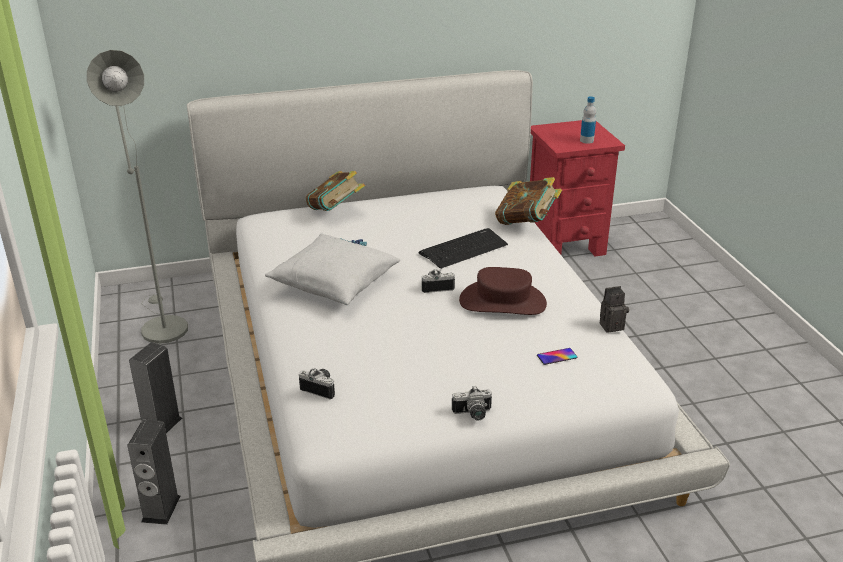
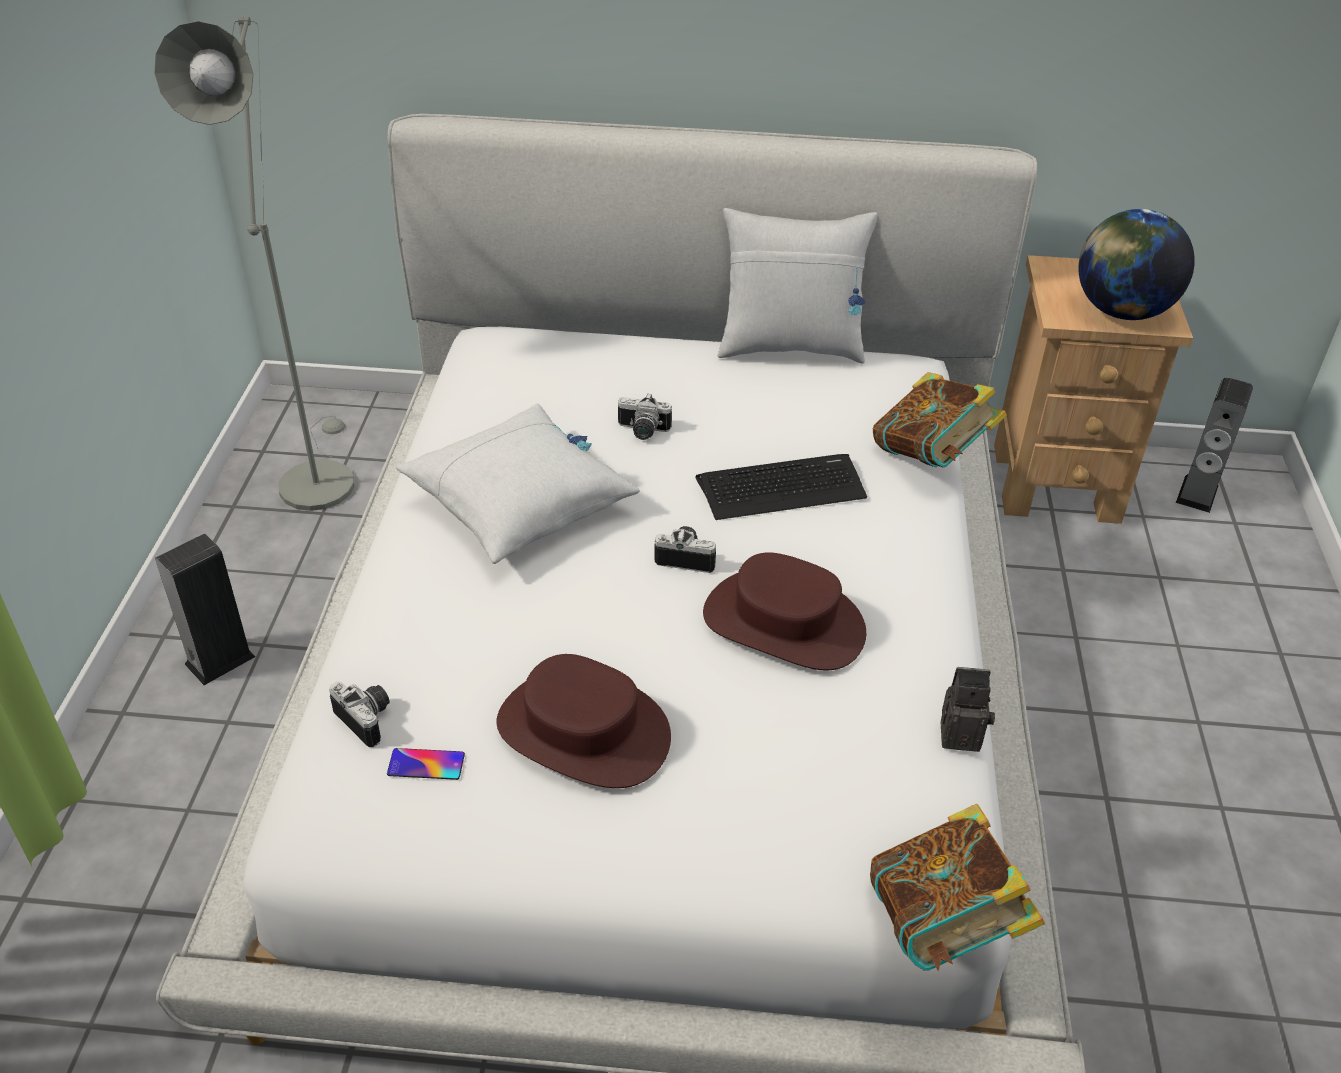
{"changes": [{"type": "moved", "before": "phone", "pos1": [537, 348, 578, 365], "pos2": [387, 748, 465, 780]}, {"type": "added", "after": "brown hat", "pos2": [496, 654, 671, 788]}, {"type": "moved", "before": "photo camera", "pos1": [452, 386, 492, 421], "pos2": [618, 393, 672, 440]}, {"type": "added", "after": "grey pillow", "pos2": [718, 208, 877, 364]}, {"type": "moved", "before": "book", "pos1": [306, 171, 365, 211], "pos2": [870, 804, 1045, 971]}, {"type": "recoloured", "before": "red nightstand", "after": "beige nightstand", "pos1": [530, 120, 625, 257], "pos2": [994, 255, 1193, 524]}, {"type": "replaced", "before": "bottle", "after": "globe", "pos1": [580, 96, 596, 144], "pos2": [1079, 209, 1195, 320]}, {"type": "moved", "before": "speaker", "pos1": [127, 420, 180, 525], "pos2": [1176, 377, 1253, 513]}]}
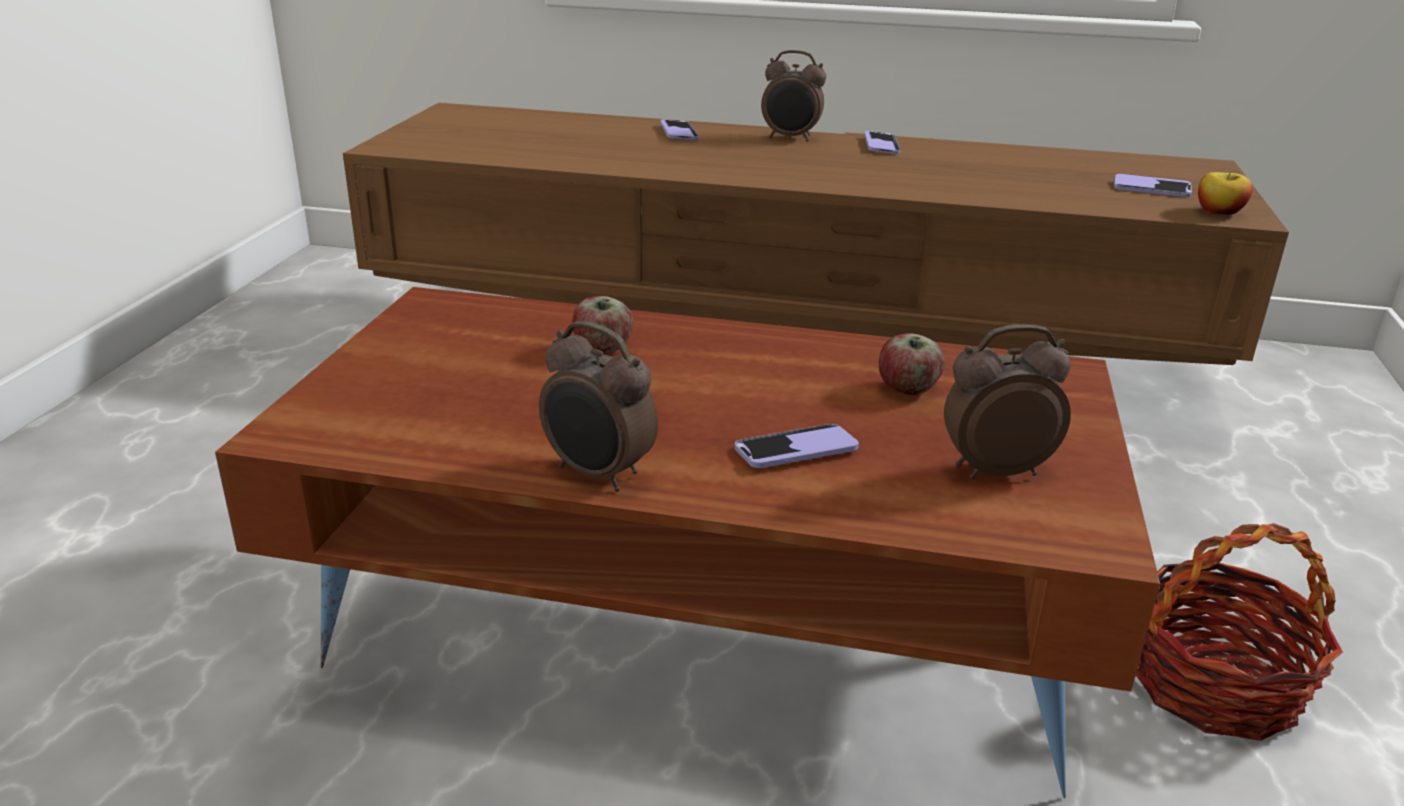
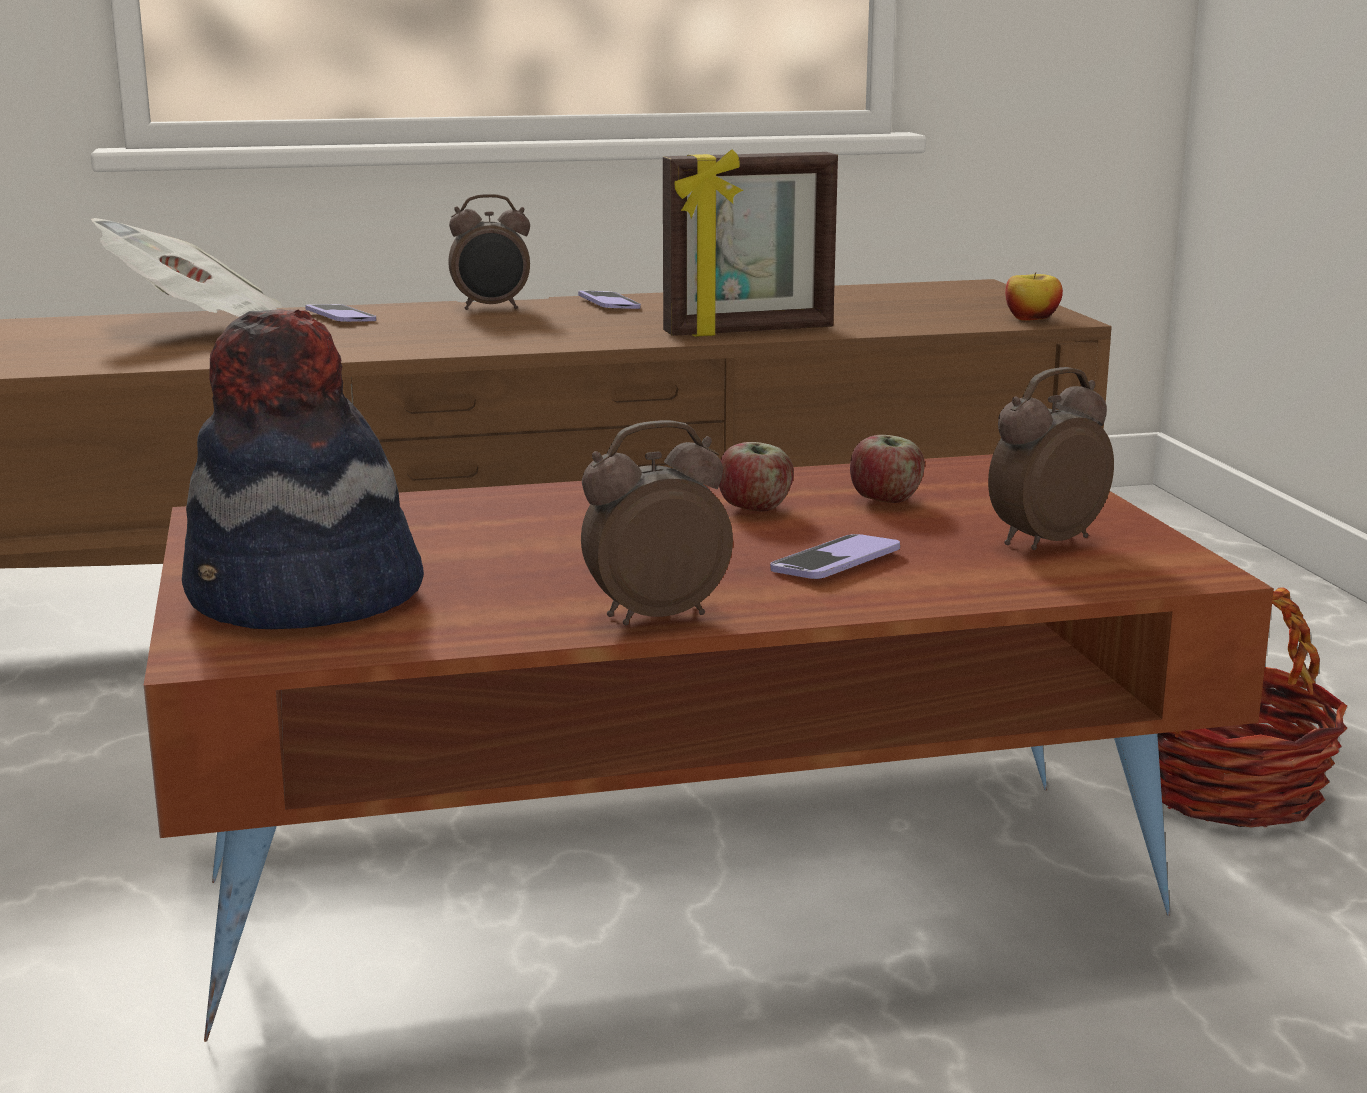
{"changes": [{"type": "added", "after": "newspaper", "pos2": [91, 218, 282, 317]}, {"type": "added", "after": "hat", "pos2": [182, 309, 424, 629]}, {"type": "turned", "before": "alarm clock", "pos1": [539, 321, 658, 492], "pos2": [581, 420, 733, 625], "turn": 150}, {"type": "added", "after": "picture frame", "pos2": [663, 150, 838, 337]}, {"type": "moved", "before": "apple", "pos1": [572, 296, 634, 354], "pos2": [719, 442, 794, 512]}, {"type": "removed", "before": "phone", "pos1": [1114, 174, 1192, 197]}]}
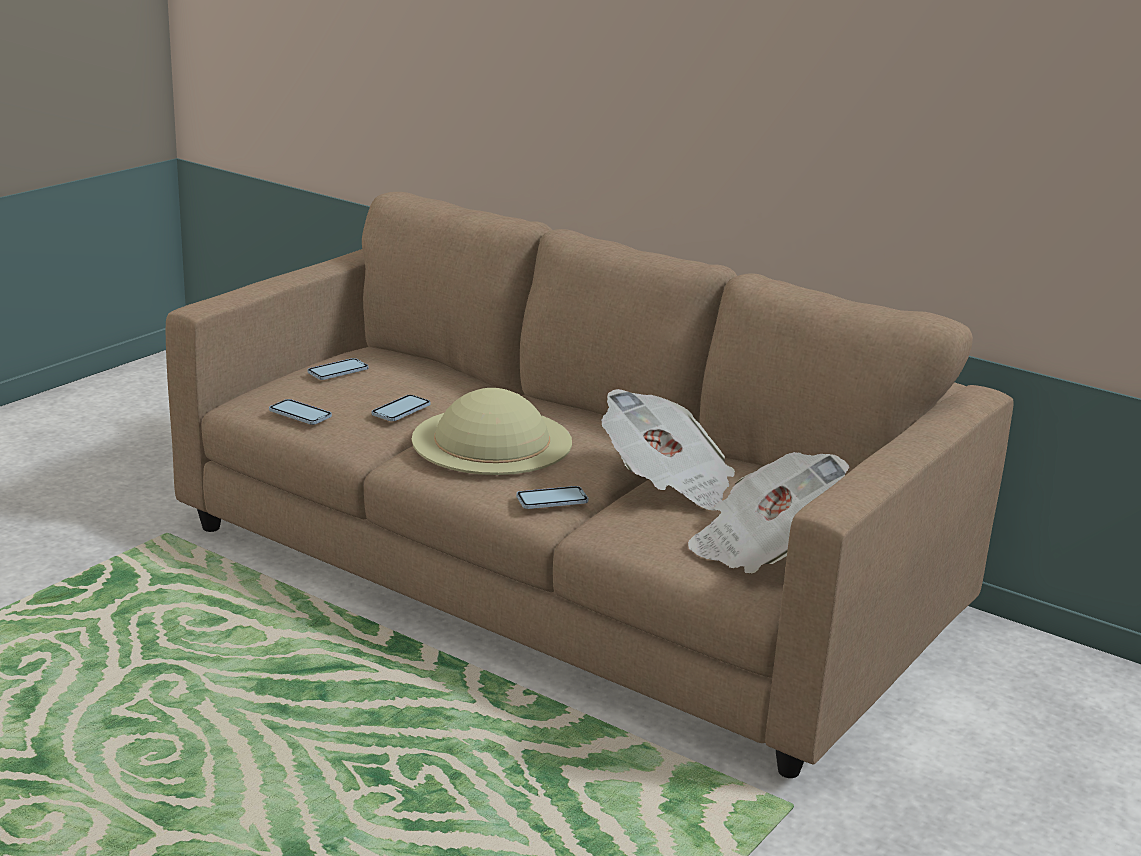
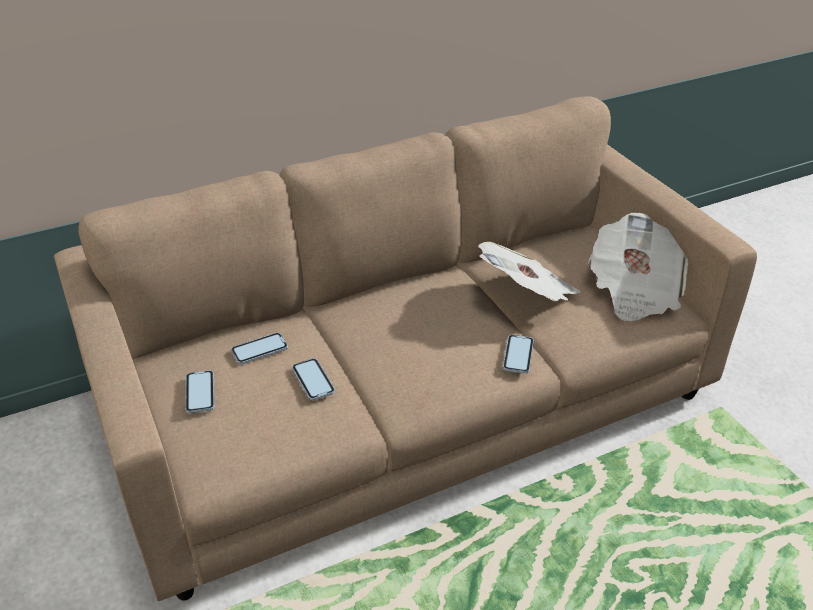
{"changes": [{"type": "moved", "before": "phone", "pos1": [269, 399, 332, 425], "pos2": [231, 333, 288, 364]}, {"type": "removed", "before": "beige hat", "pos1": [412, 388, 572, 475]}]}
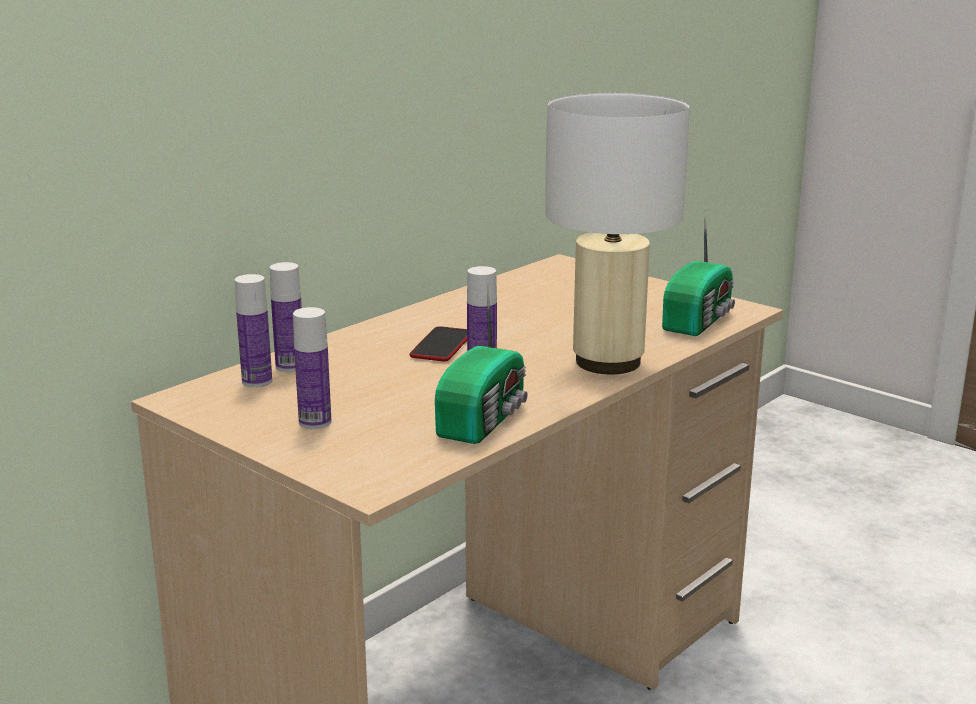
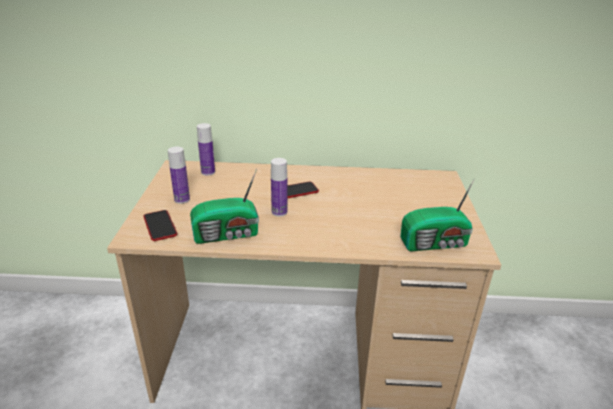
{"changes": [{"type": "added", "after": "phone", "pos2": [143, 210, 177, 241]}, {"type": "removed", "before": "bottle", "pos1": [270, 262, 302, 372]}, {"type": "removed", "before": "white table lamp", "pos1": [545, 93, 690, 374]}]}
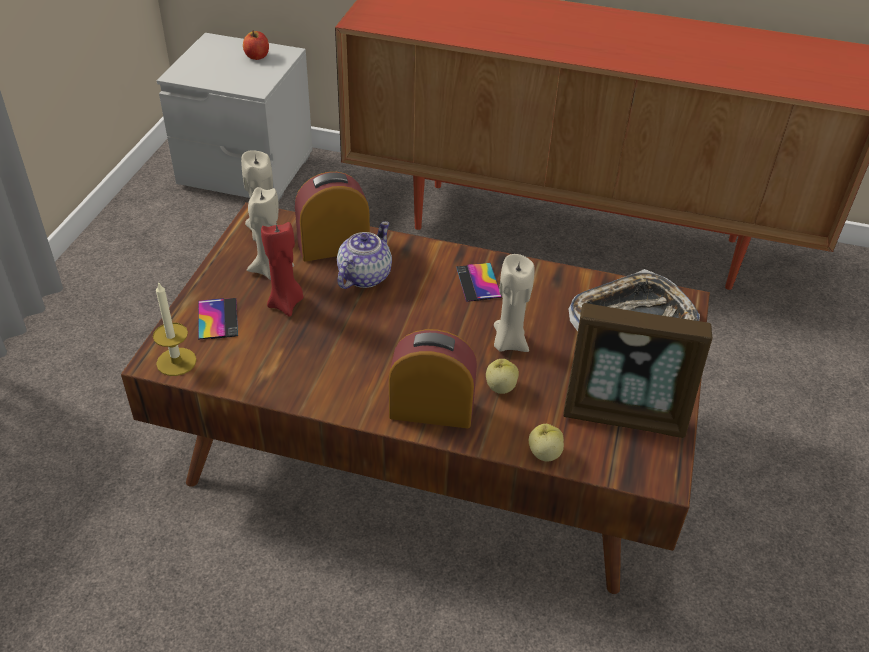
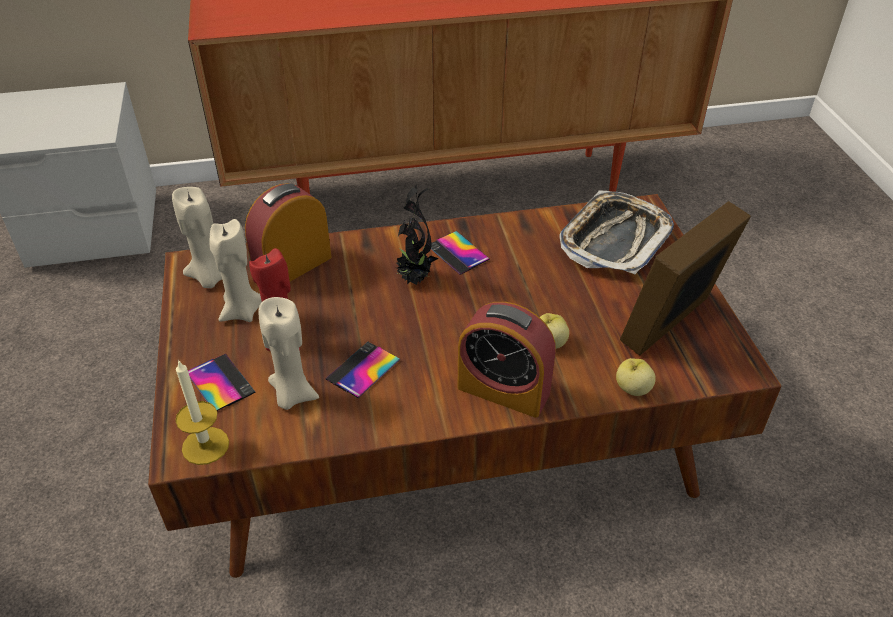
{"changes": [{"type": "moved", "before": "beige candle", "pos1": [494, 254, 534, 352], "pos2": [258, 297, 319, 410]}, {"type": "added", "after": "phone", "pos2": [325, 342, 400, 398]}, {"type": "added", "after": "potted plant", "pos2": [397, 184, 439, 285]}, {"type": "turned", "before": "alarm clock", "pos1": [389, 329, 477, 428], "pos2": [457, 302, 556, 418], "turn": -135}, {"type": "turned", "before": "picture frame", "pos1": [563, 303, 712, 438], "pos2": [620, 201, 751, 355], "turn": 150}, {"type": "removed", "before": "apple", "pos1": [243, 31, 269, 60]}, {"type": "removed", "before": "teapot", "pos1": [337, 221, 392, 289]}]}
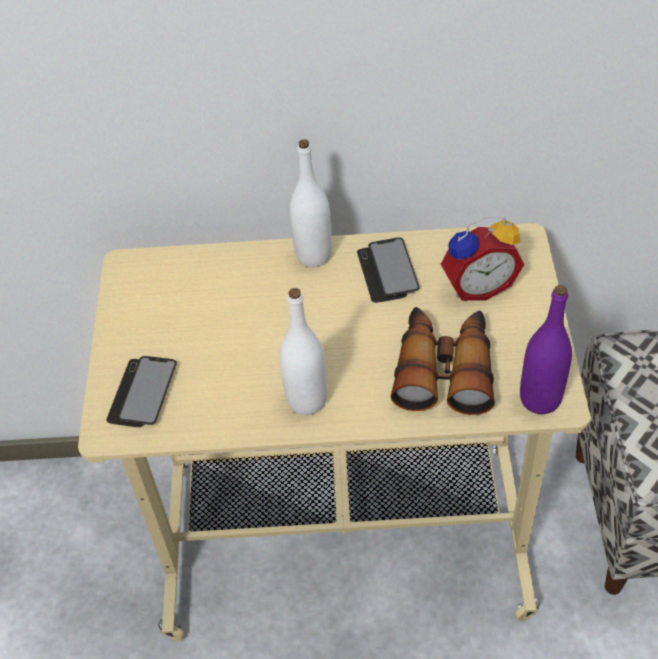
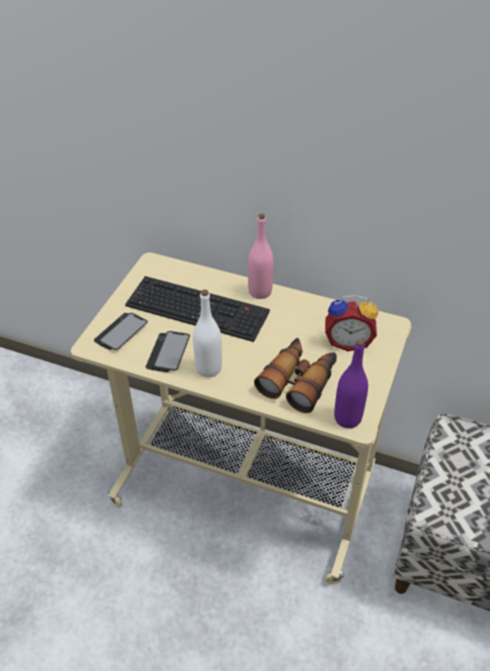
{"changes": [{"type": "added", "after": "keyboard", "pos2": [125, 276, 270, 342]}, {"type": "moved", "before": "phone", "pos1": [357, 238, 420, 303], "pos2": [146, 331, 190, 372]}, {"type": "recoloured", "before": "white bottle", "after": "pink bottle", "pos1": [290, 139, 332, 267], "pos2": [248, 214, 274, 299]}]}
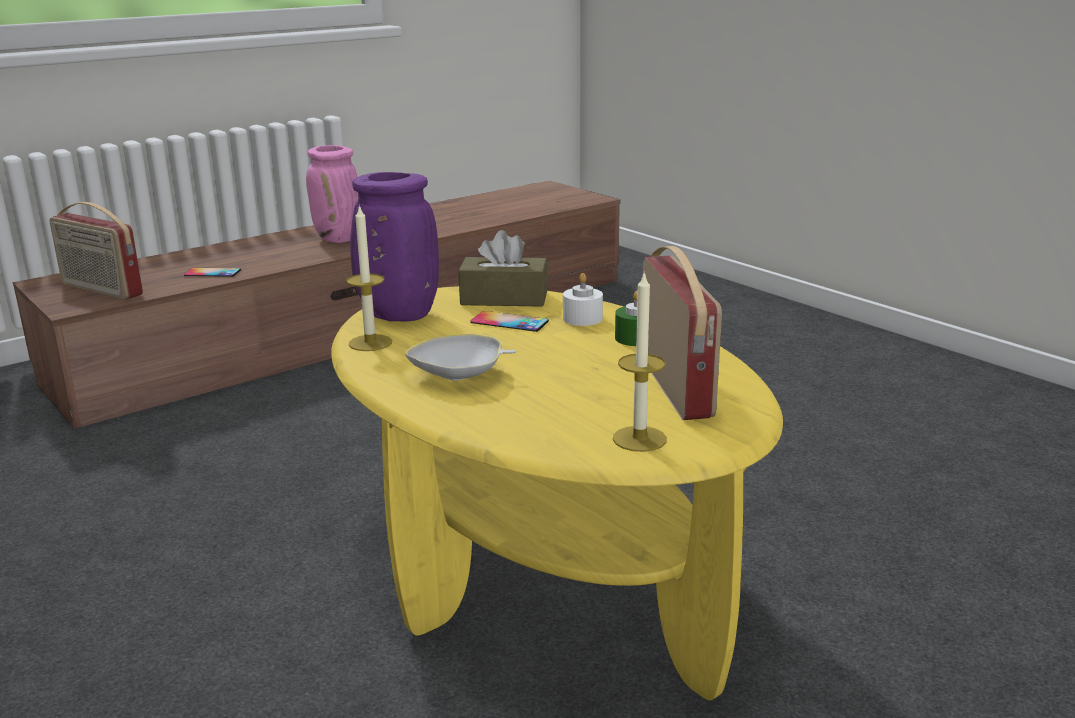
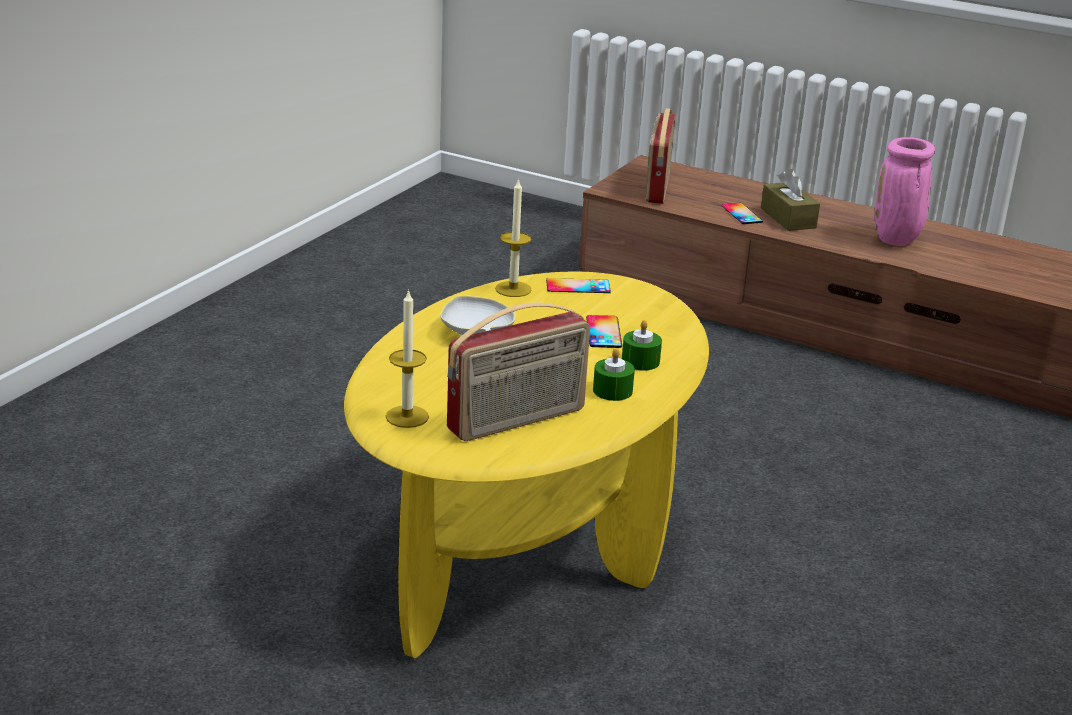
{"changes": [{"type": "replaced", "before": "purple vase", "after": "phone", "pos1": [350, 172, 439, 321], "pos2": [546, 278, 611, 293]}, {"type": "recoloured", "before": "white candle", "after": "green candle", "pos1": [563, 273, 603, 326], "pos2": [622, 320, 662, 371]}, {"type": "moved", "before": "brown tissue box", "pos1": [458, 230, 548, 307], "pos2": [761, 169, 820, 231]}]}
